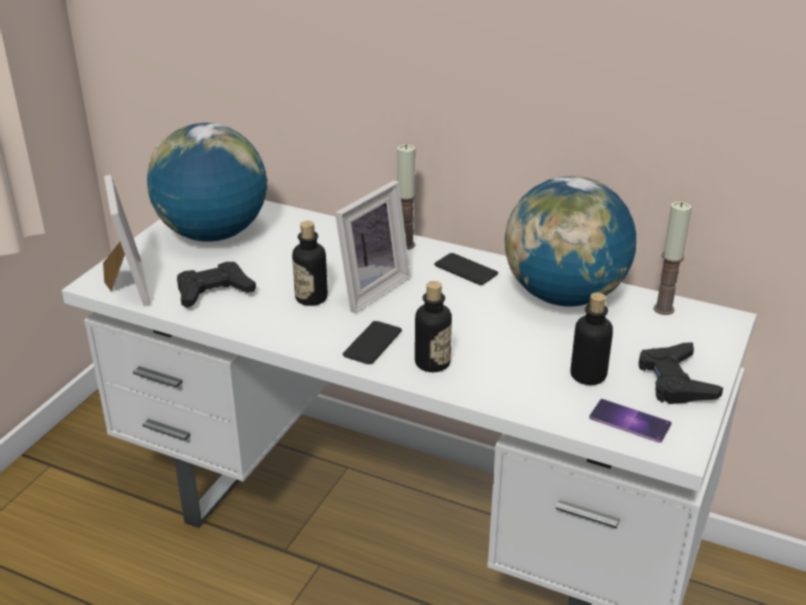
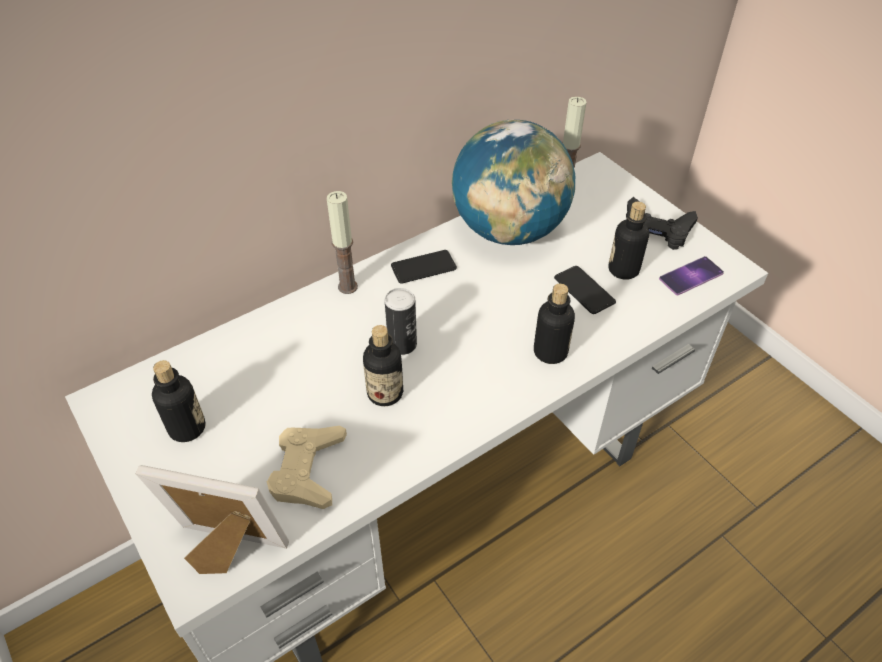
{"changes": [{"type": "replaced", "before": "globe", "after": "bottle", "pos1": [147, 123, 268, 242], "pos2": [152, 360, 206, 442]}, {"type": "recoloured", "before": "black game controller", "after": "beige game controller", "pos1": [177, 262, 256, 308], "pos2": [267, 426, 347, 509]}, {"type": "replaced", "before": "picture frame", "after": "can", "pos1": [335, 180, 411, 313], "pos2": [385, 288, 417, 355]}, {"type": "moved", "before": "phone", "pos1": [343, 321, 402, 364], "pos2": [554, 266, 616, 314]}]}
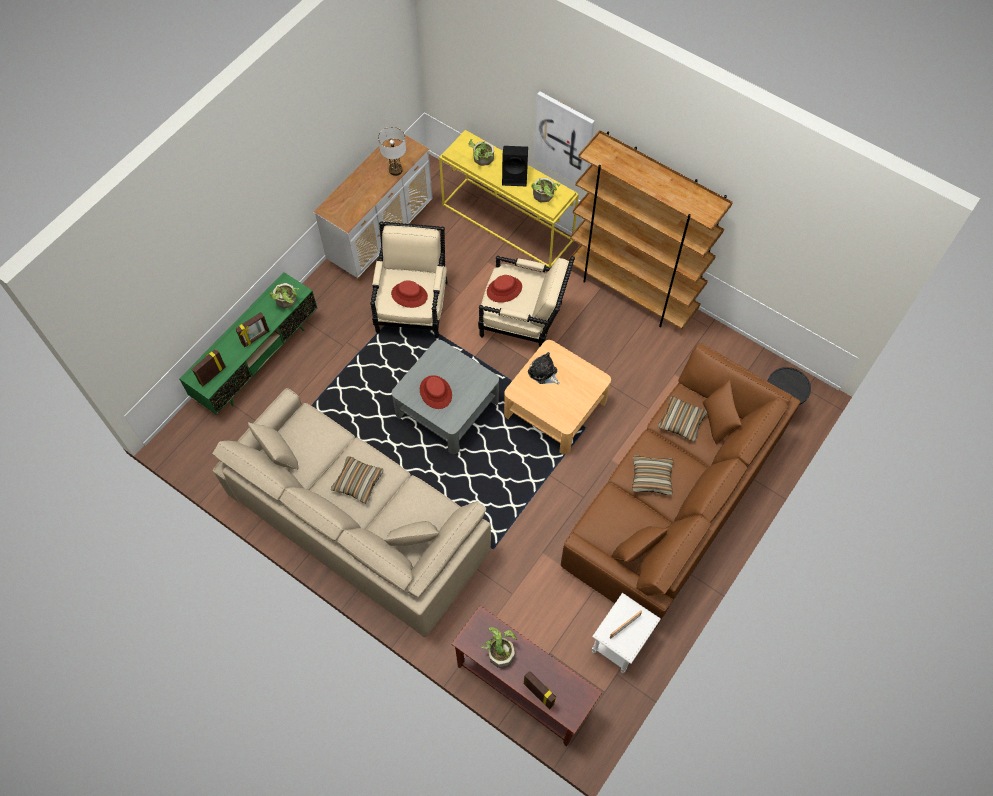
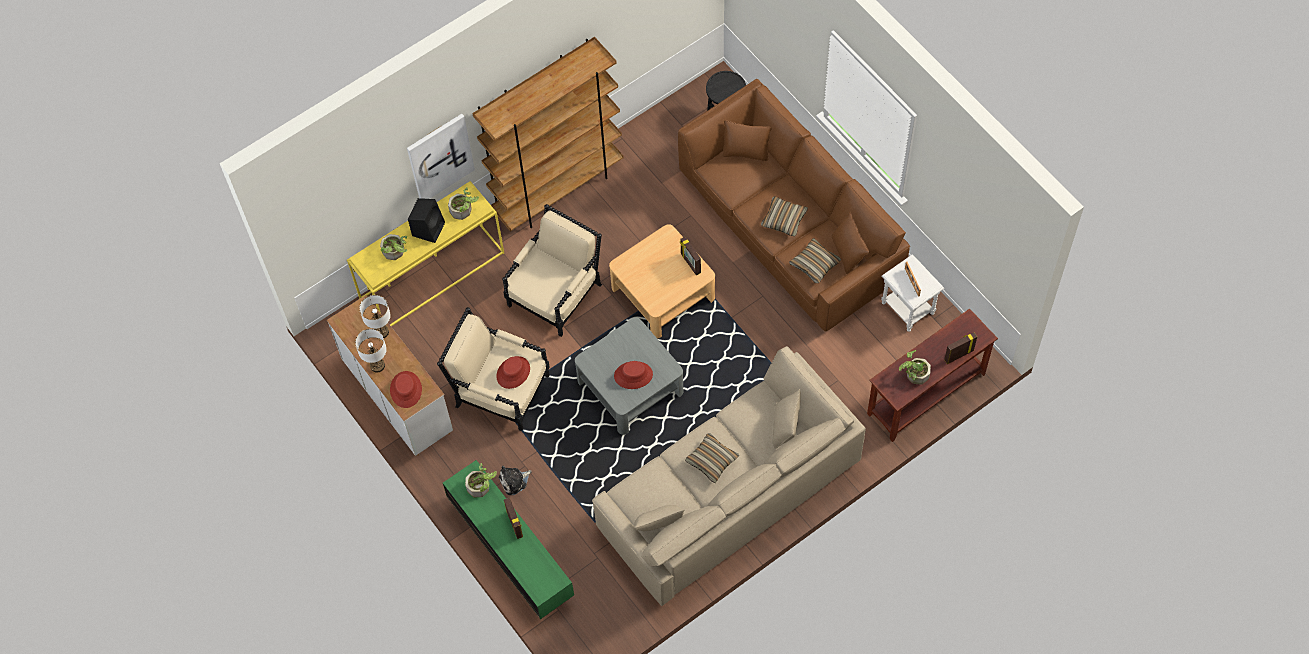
{"changes": [{"type": "added", "after": "table lamp", "pos2": [355, 329, 387, 372]}, {"type": "moved", "before": "red hat", "pos1": [487, 275, 522, 303], "pos2": [390, 371, 422, 408]}, {"type": "moved", "before": "plush toy", "pos1": [528, 352, 560, 384], "pos2": [499, 466, 532, 495]}, {"type": "moved", "before": "picture frame", "pos1": [192, 349, 226, 386], "pos2": [680, 237, 701, 276]}, {"type": "moved", "before": "pillow", "pos1": [658, 396, 707, 441], "pos2": [789, 238, 841, 283]}]}
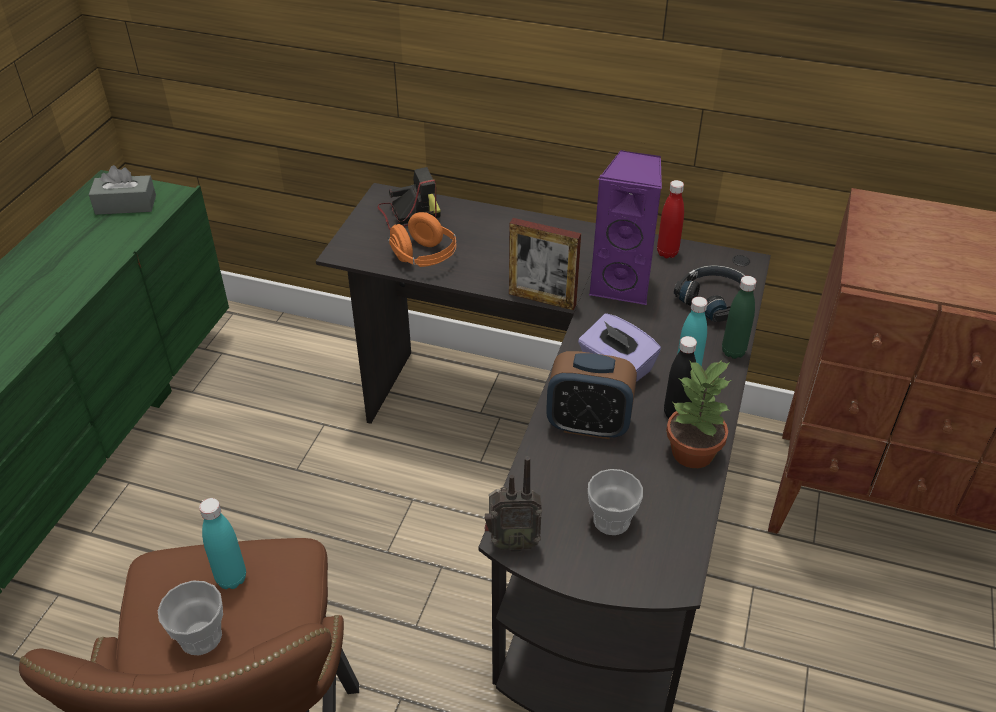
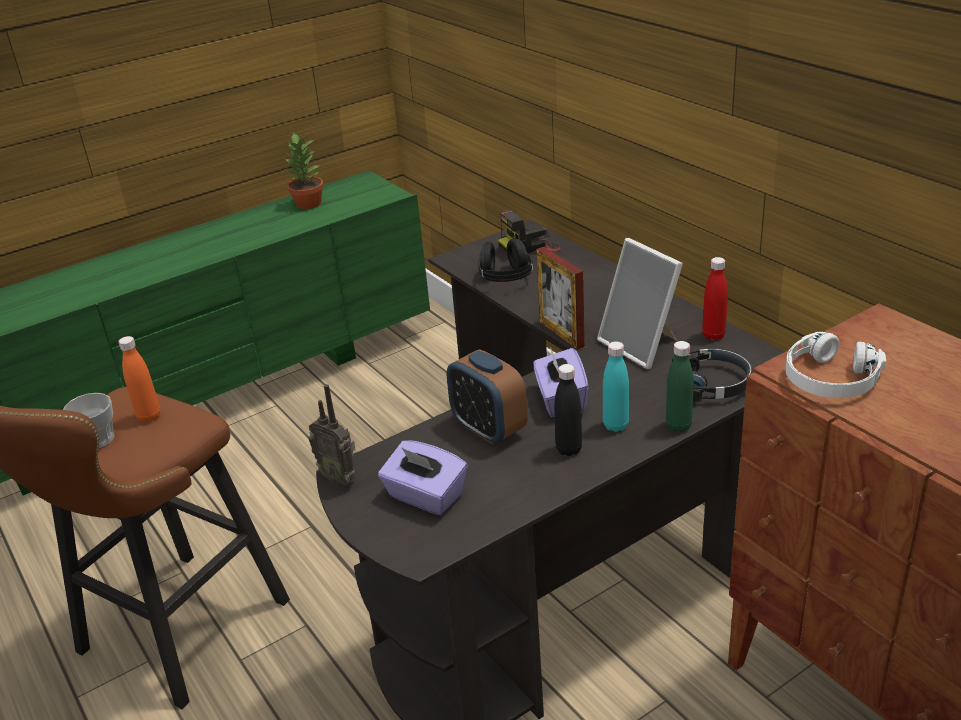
{"changes": [{"type": "recoloured", "before": "turquoise bottle", "after": "orange bottle", "pos1": [199, 498, 246, 589], "pos2": [118, 336, 160, 423]}, {"type": "moved", "before": "potted plant", "pos1": [666, 360, 731, 468], "pos2": [285, 133, 324, 209]}, {"type": "replaced", "before": "cup", "after": "purple tissue box", "pos1": [588, 469, 643, 535], "pos2": [378, 440, 468, 515]}, {"type": "recoloured", "before": "orange headphones", "after": "black headphones", "pos1": [387, 212, 456, 267], "pos2": [478, 238, 533, 282]}, {"type": "turned", "before": "photo camera", "pos1": [377, 167, 441, 230], "pos2": [498, 210, 561, 253], "turn": 135}, {"type": "replaced", "before": "purple speaker", "after": "picture frame", "pos1": [589, 150, 662, 306], "pos2": [597, 238, 683, 369]}, {"type": "added", "after": "white headphones", "pos2": [785, 332, 886, 398]}, {"type": "removed", "before": "grey tissue box", "pos1": [89, 165, 156, 215]}]}
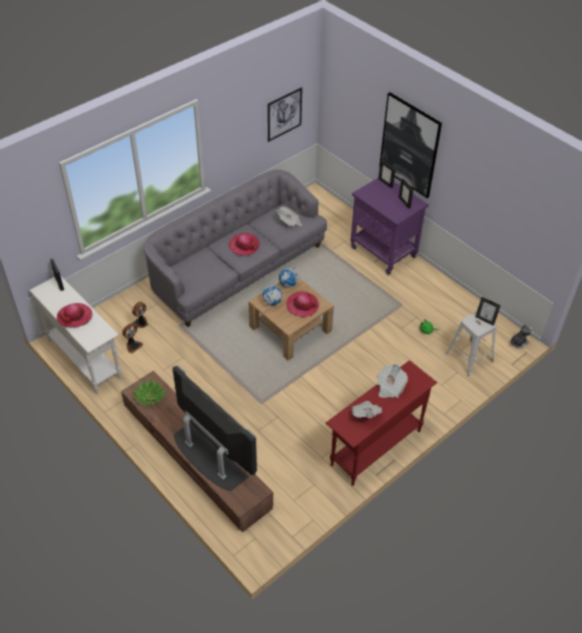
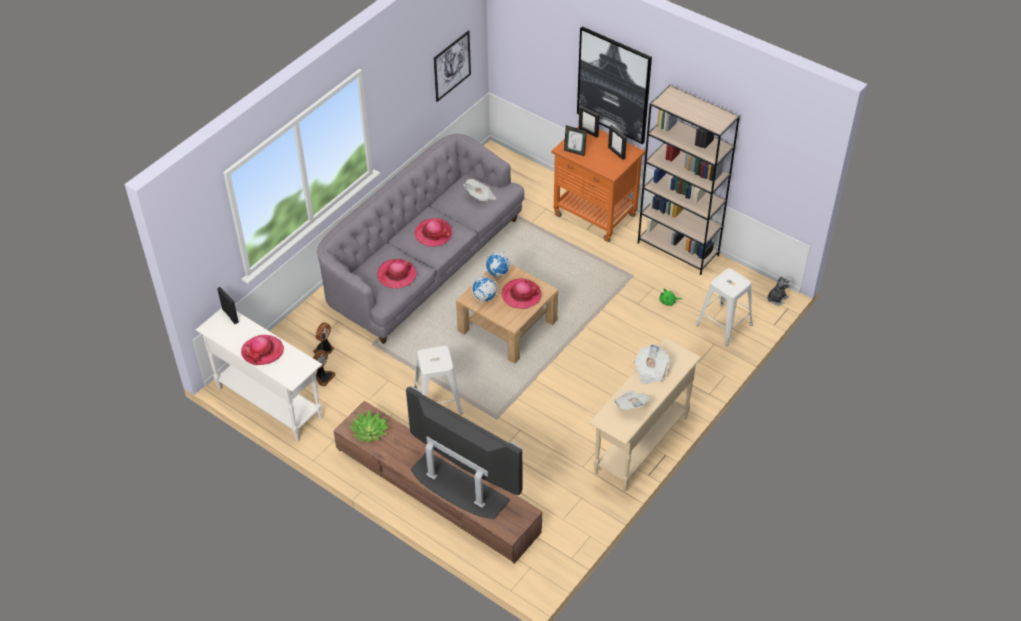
{"changes": [{"type": "added", "after": "hat", "pos2": [377, 259, 416, 289]}, {"type": "added", "after": "white stool", "pos2": [414, 346, 463, 414]}, {"type": "recoloured", "before": "purple cart", "after": "orange cart", "pos1": [350, 177, 429, 275], "pos2": [552, 126, 645, 242]}, {"type": "moved", "before": "picture frame", "pos1": [476, 297, 501, 326], "pos2": [564, 125, 587, 156]}, {"type": "recoloured", "before": "red console table", "after": "beige console table", "pos1": [326, 360, 437, 486], "pos2": [589, 338, 701, 492]}, {"type": "added", "after": "beige bookcase", "pos2": [638, 85, 740, 275]}]}
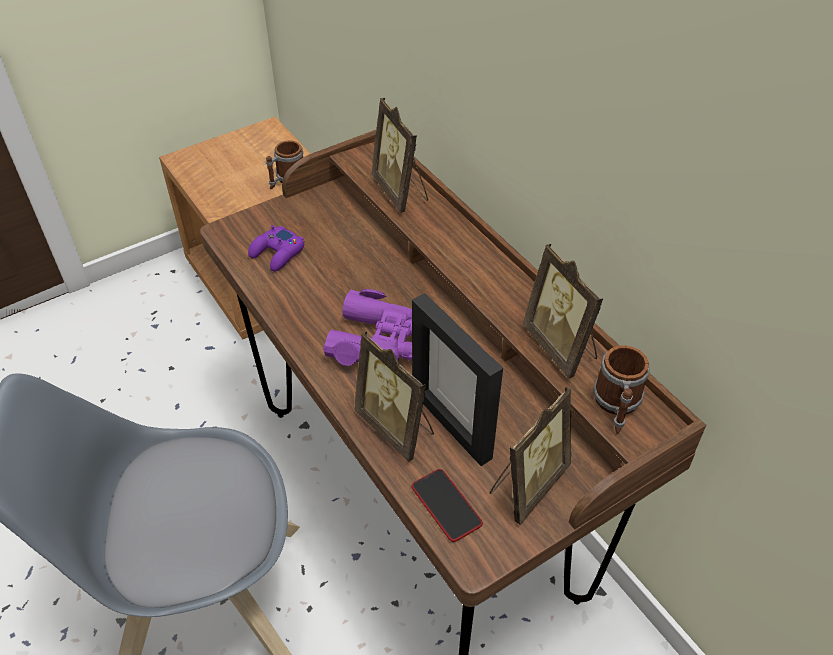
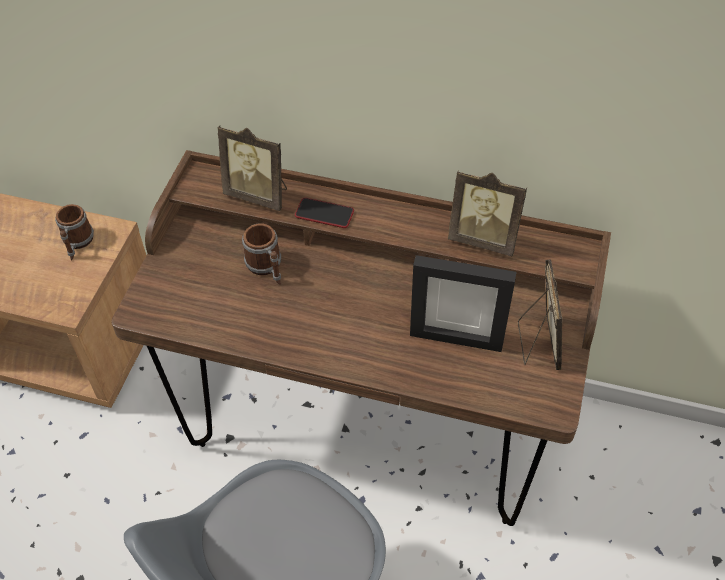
{"changes": [{"type": "moved", "before": "mug", "pos1": [593, 345, 650, 434], "pos2": [242, 224, 281, 285]}, {"type": "moved", "before": "phone", "pos1": [412, 469, 483, 542], "pos2": [295, 198, 354, 228]}, {"type": "removed", "before": "purple game controller", "pos1": [248, 225, 304, 272]}, {"type": "removed", "before": "purple binoculars", "pos1": [323, 289, 412, 366]}, {"type": "removed", "before": "picture frame", "pos1": [354, 331, 434, 462]}]}
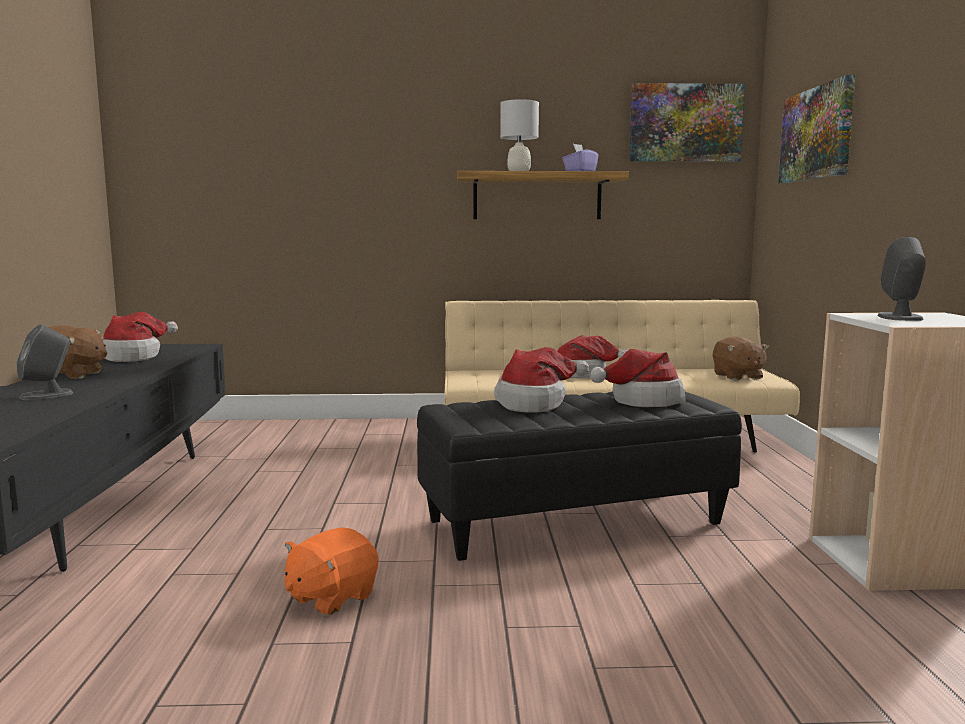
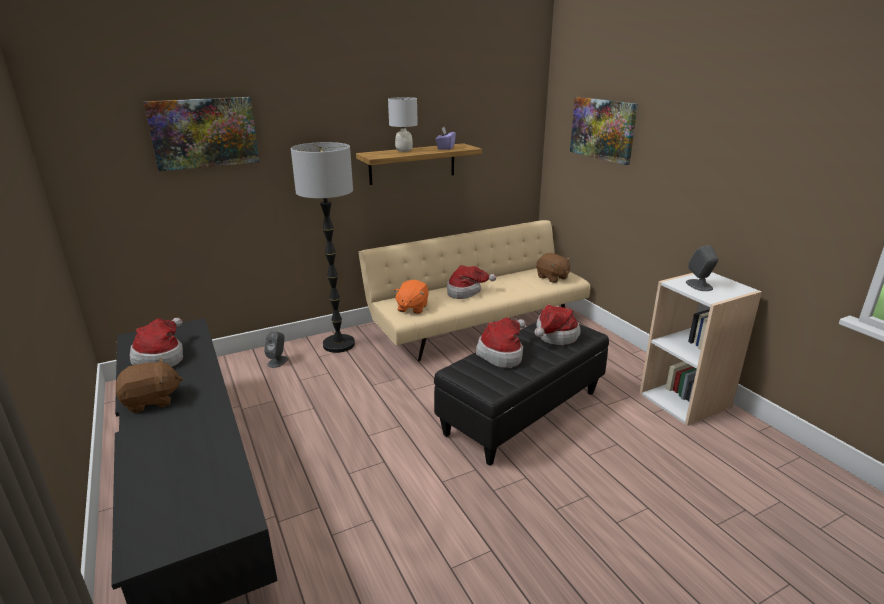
{"changes": [{"type": "moved", "before": "picture", "pos1": [629, 83, 745, 162], "pos2": [144, 97, 259, 171]}, {"type": "moved", "before": "grey speaker", "pos1": [17, 324, 73, 400], "pos2": [264, 331, 288, 368]}, {"type": "added", "after": "floor lamp", "pos2": [291, 142, 355, 353]}, {"type": "moved", "before": "orange plush toy", "pos1": [285, 527, 378, 616], "pos2": [393, 280, 429, 314]}]}
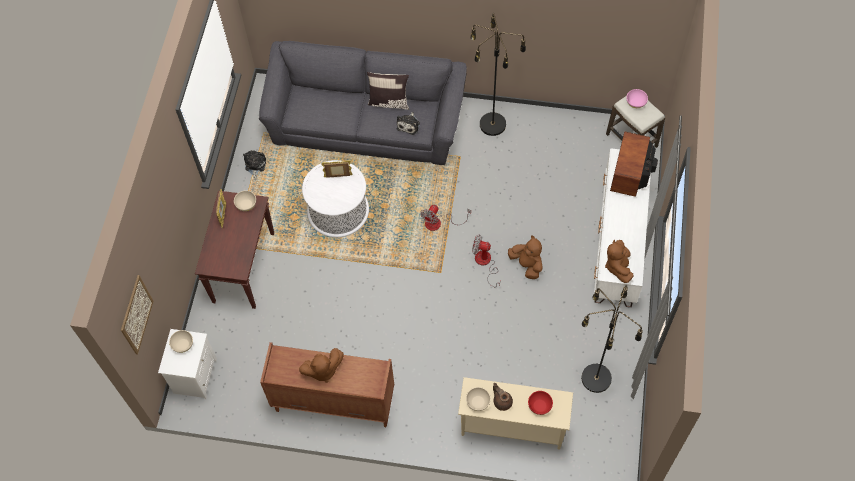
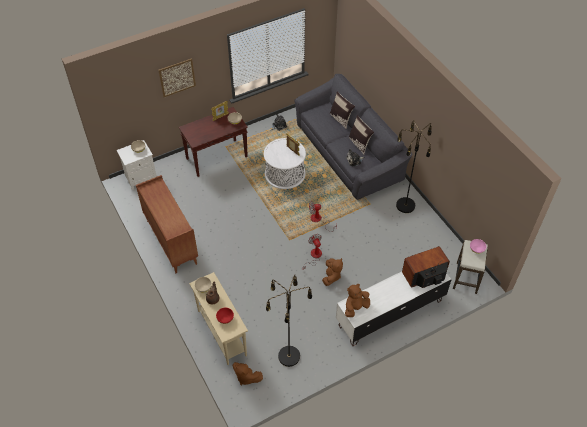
{"changes": [{"type": "moved", "before": "picture", "pos1": [121, 275, 154, 355], "pos2": [158, 58, 196, 97]}, {"type": "moved", "before": "brown plush toy", "pos1": [299, 348, 344, 383], "pos2": [233, 362, 263, 385]}, {"type": "added", "after": "pillow", "pos2": [330, 91, 355, 129]}]}
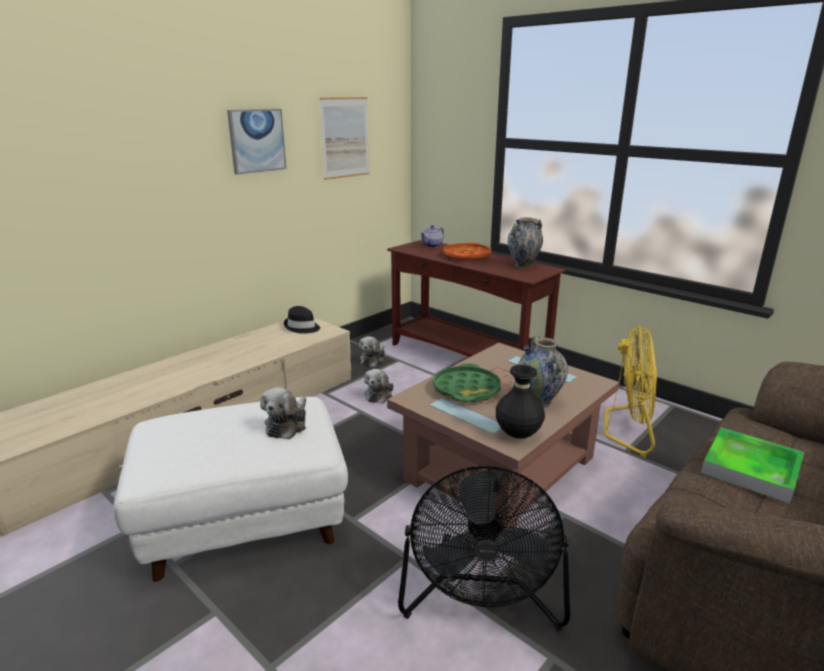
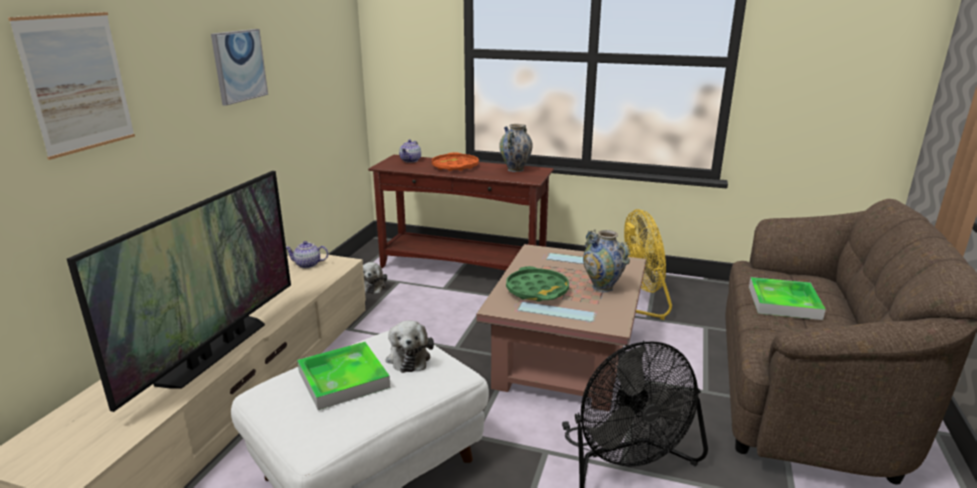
{"changes": [{"type": "moved", "before": "picture", "pos1": [320, 97, 369, 180], "pos2": [8, 12, 135, 160]}, {"type": "added", "after": "television", "pos2": [67, 171, 291, 412]}, {"type": "replaced", "before": "black hat", "after": "teapot", "pos1": [284, 306, 320, 334], "pos2": [286, 241, 328, 268]}, {"type": "added", "after": "tray", "pos2": [297, 342, 390, 410]}, {"type": "removed", "before": "plush toy", "pos1": [364, 369, 394, 403]}, {"type": "removed", "before": "black vase", "pos1": [496, 365, 545, 439]}]}
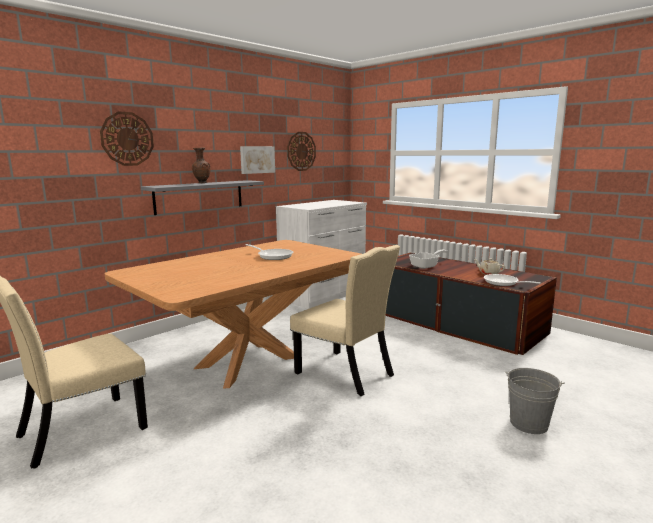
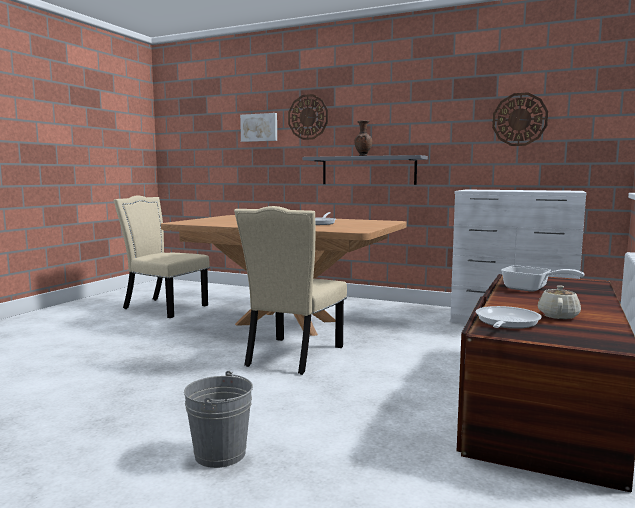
{"changes": [{"type": "moved", "before": "picture", "pos1": [240, 146, 275, 174], "pos2": [240, 113, 277, 142]}]}
